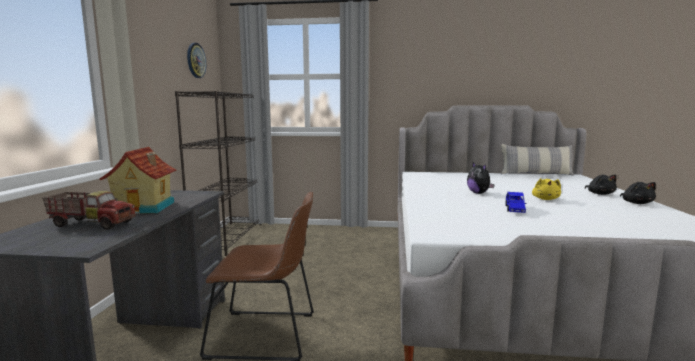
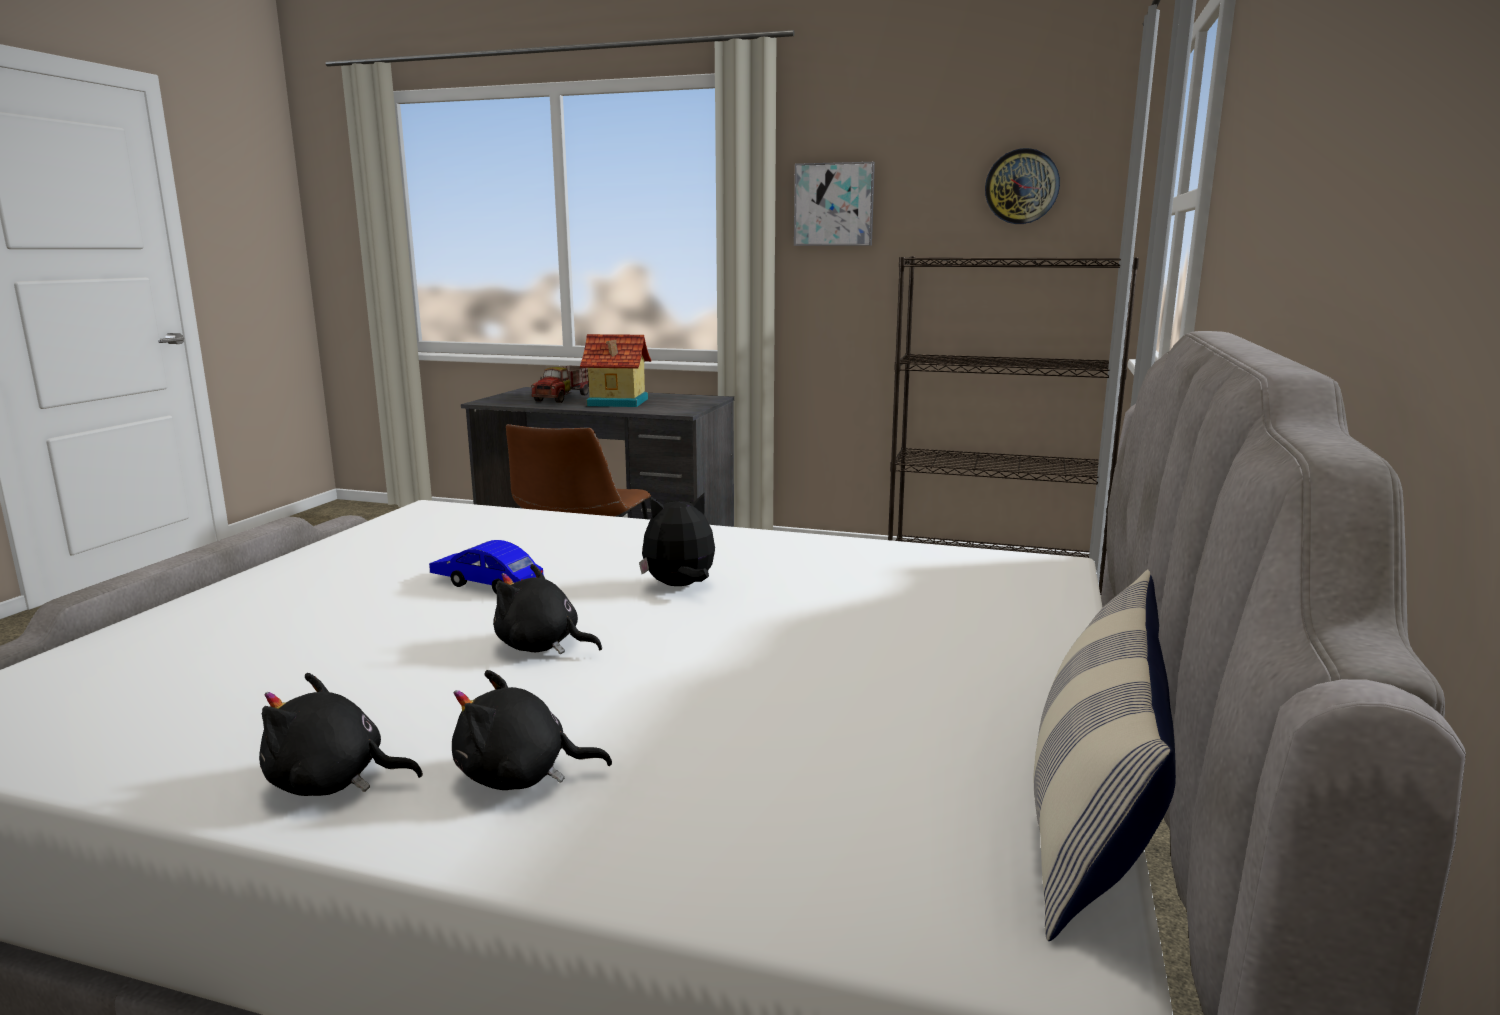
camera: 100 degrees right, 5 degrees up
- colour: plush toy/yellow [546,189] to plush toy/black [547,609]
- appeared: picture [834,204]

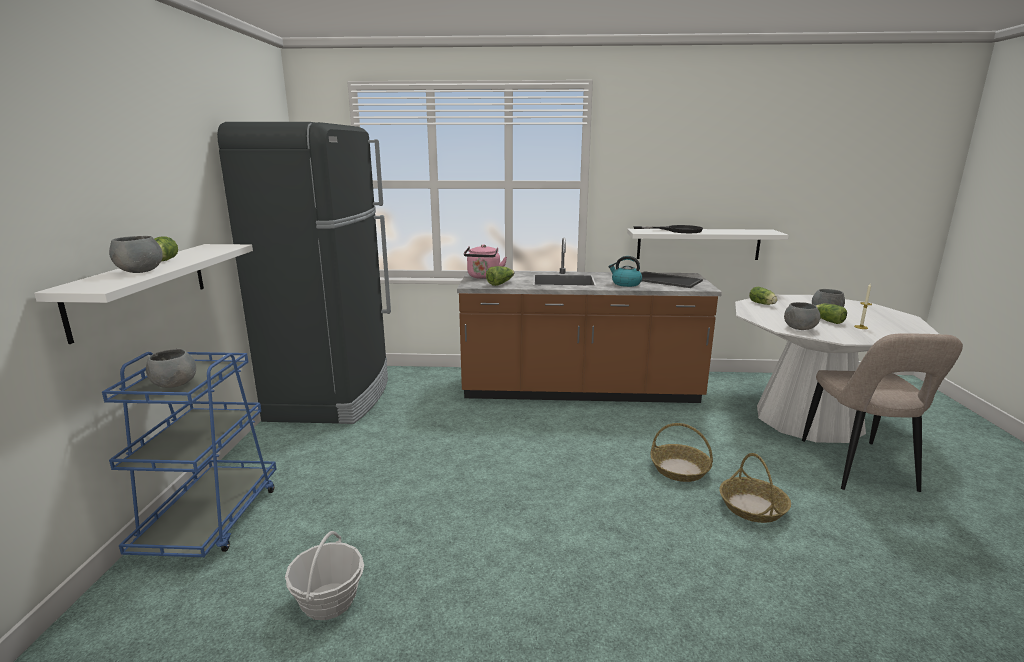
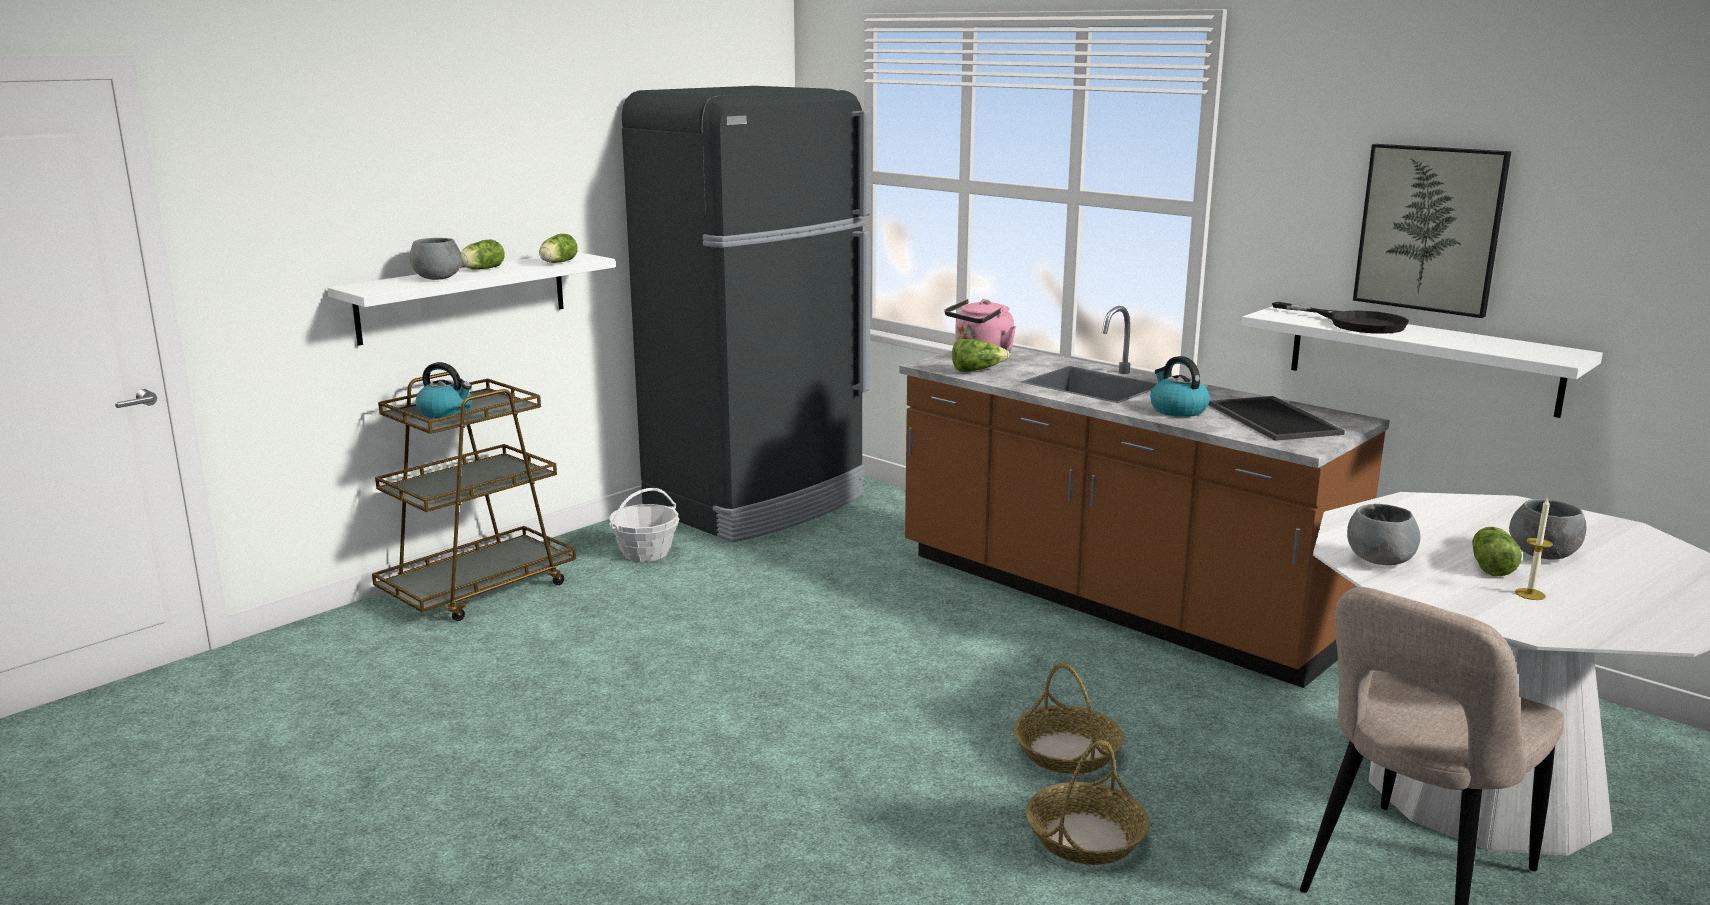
camera: 40 degrees right, 0 degrees up
- colour: cart/blue [189,454] to cart/brown [474,496]
- exchanged: bowl/grey [171,368] to kettle [444,390]
- relocated: basket [324,575] to [644,525]
- relocated: lettuce [763,296] to [558,248]
- appeared: picture [1432,231]

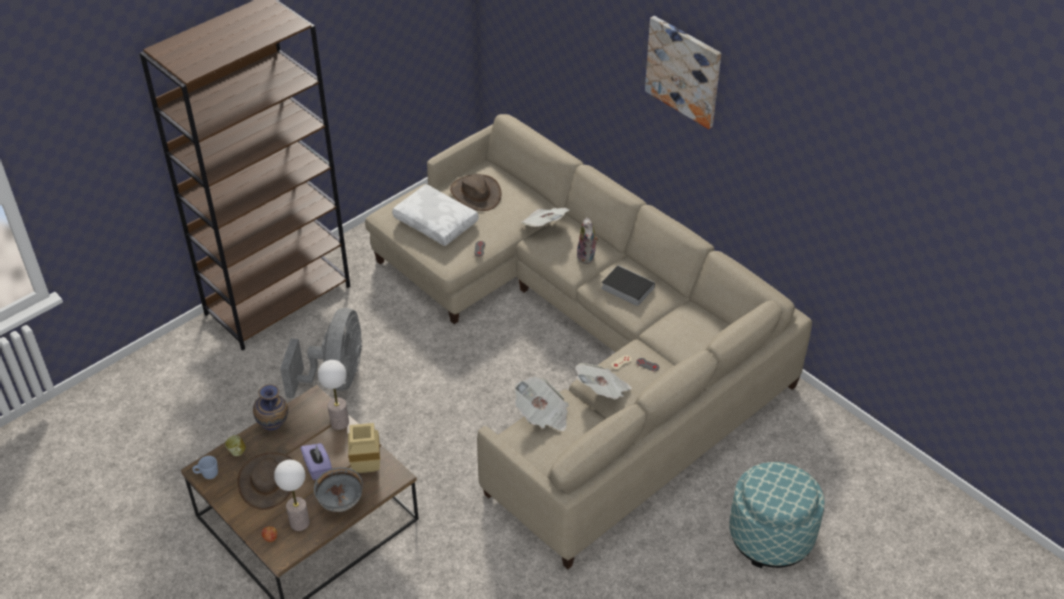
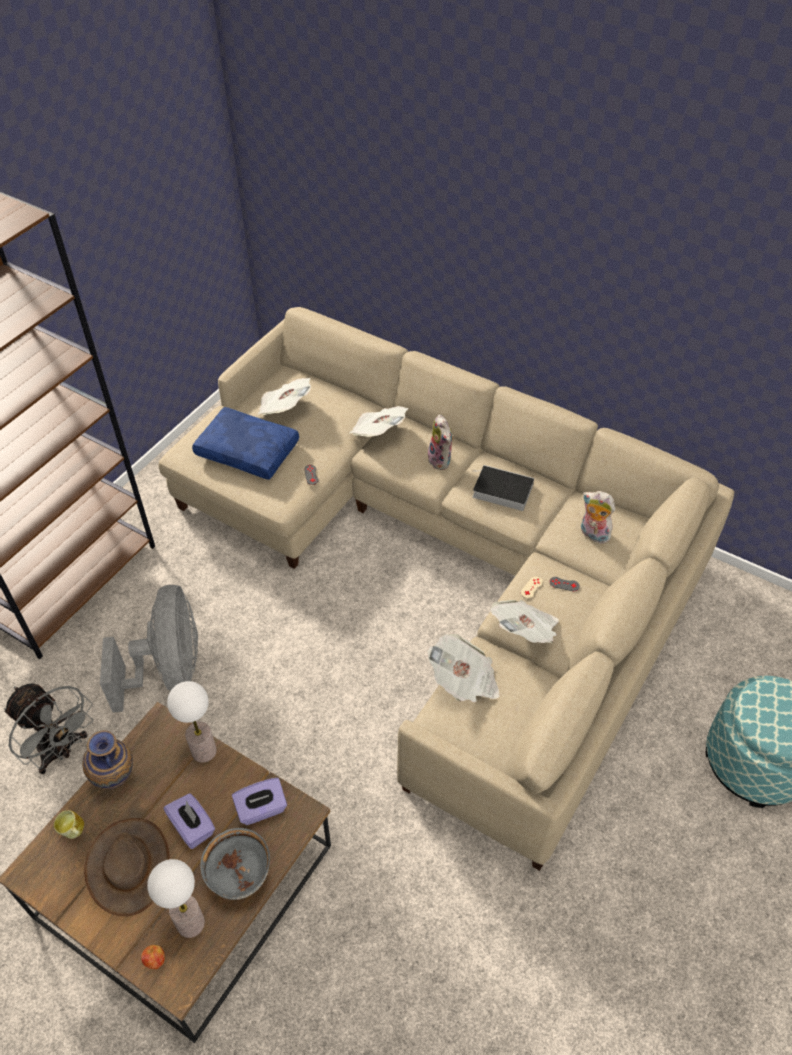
camera: 15 degrees left, 5 degrees up
- missing: mug/blue [205,467]
- exchanged: vase/beige [364,448] to tissue box/purple [259,801]
- colour: pillow/white [435,215] to pillow/blue [245,443]
- exchanged: hat/brown [475,192] to newspaper [284,396]
- missing: picture [683,72]
- appeared: fan/grey [48,729]
- appeared: plush toy [598,517]

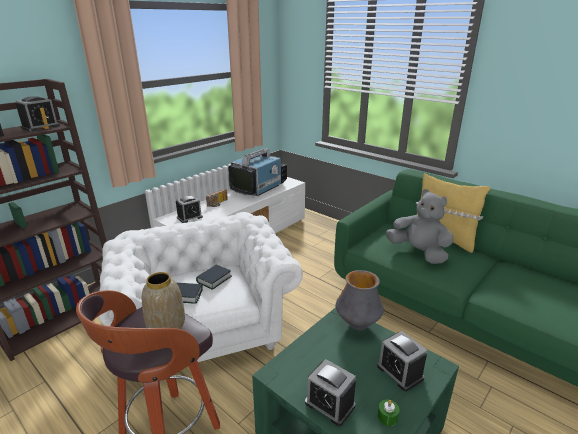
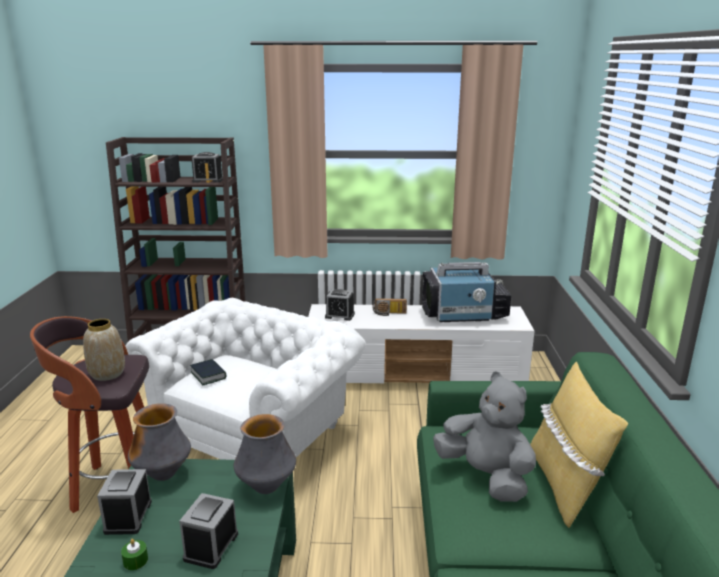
camera: 50 degrees right, 5 degrees down
- missing: book [214,277]
- spun: plush toy/grey [420,226] = [484,436] 45 degrees counterclockwise
- appeared: vase [159,442]

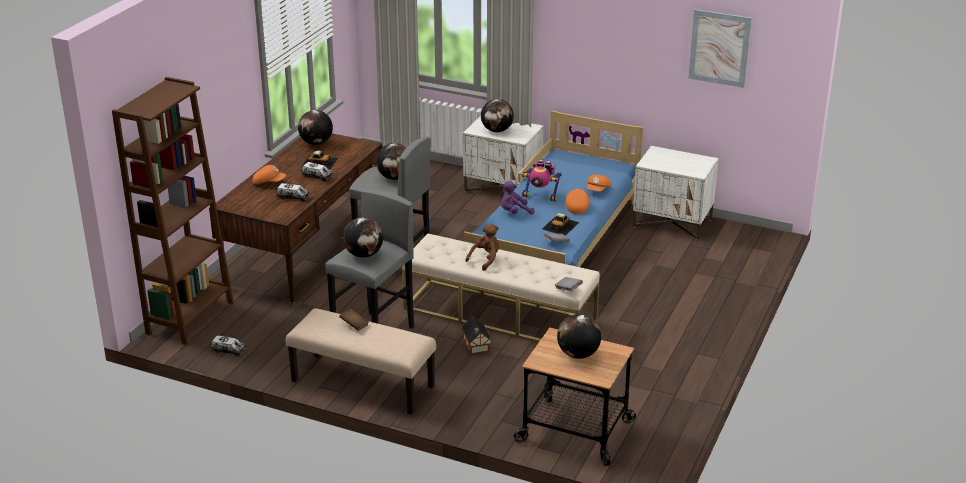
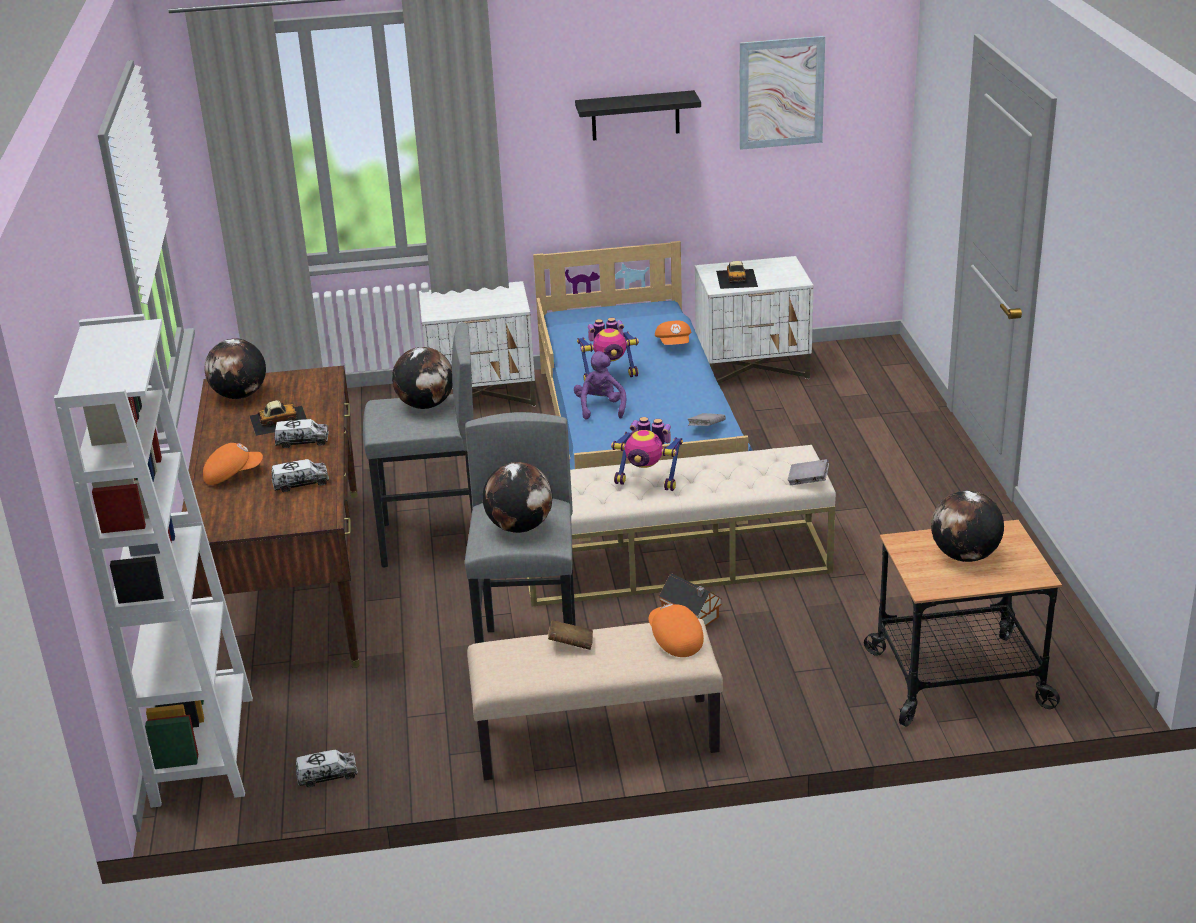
camera: 30 degrees left, 0 degrees up
- colour: bookcase/brown [173,211] to bookcase/white [153,561]
- exchanged: plush toy/brown [482,247] to toy robot [647,454]
- missing: globe [497,115]
- spun: plush toy/purple [517,198] = [600,385] 135 degrees clockwise
- relocated: toy car [560,224] to [737,275]
- relocated: cap/orange [577,201] to [676,630]
- appeared: shelf/black [638,115]

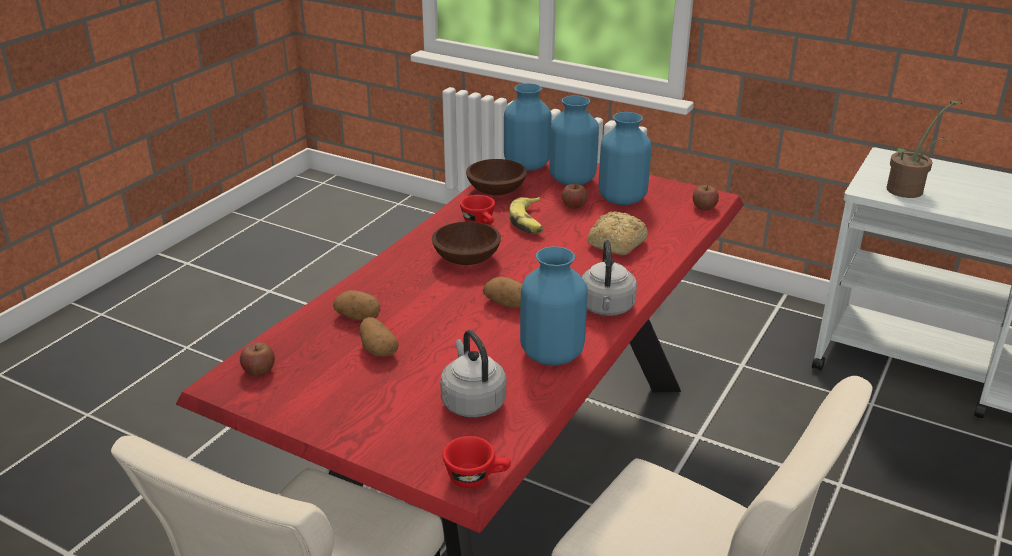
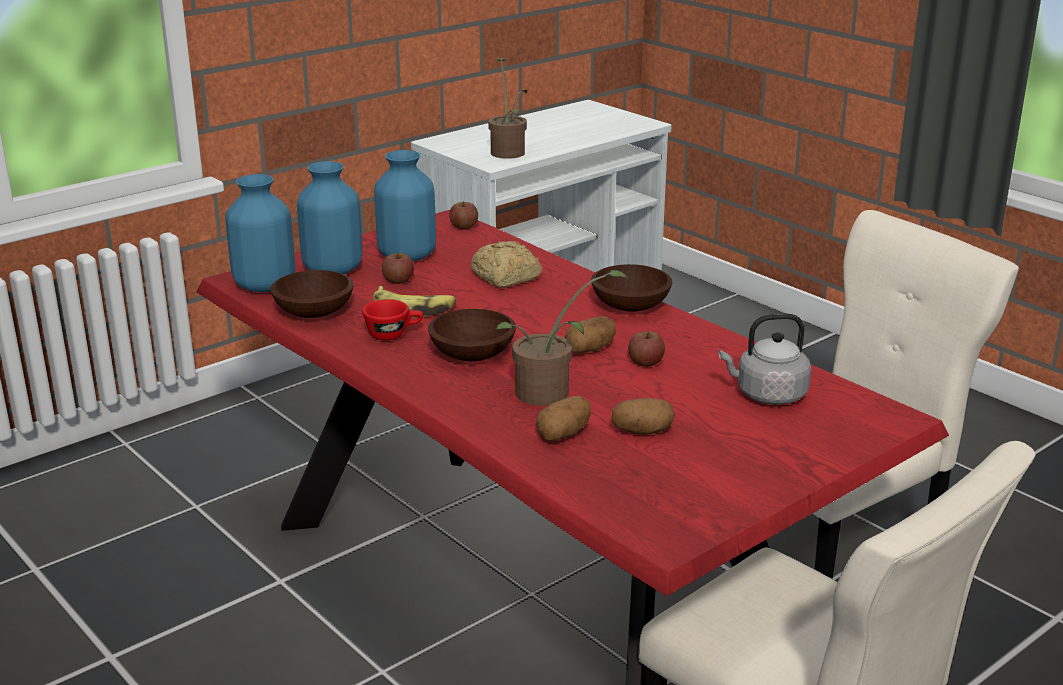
camera: 70 degrees left, 5 degrees down
- relocated: apple [257,359] to [646,349]
- missing: cup/red [476,462]
- missing: vase/blue [554,306]
- exchanged: kettle/grey [609,278] to bowl/brown [631,288]
- appeared: potted plant [562,338]

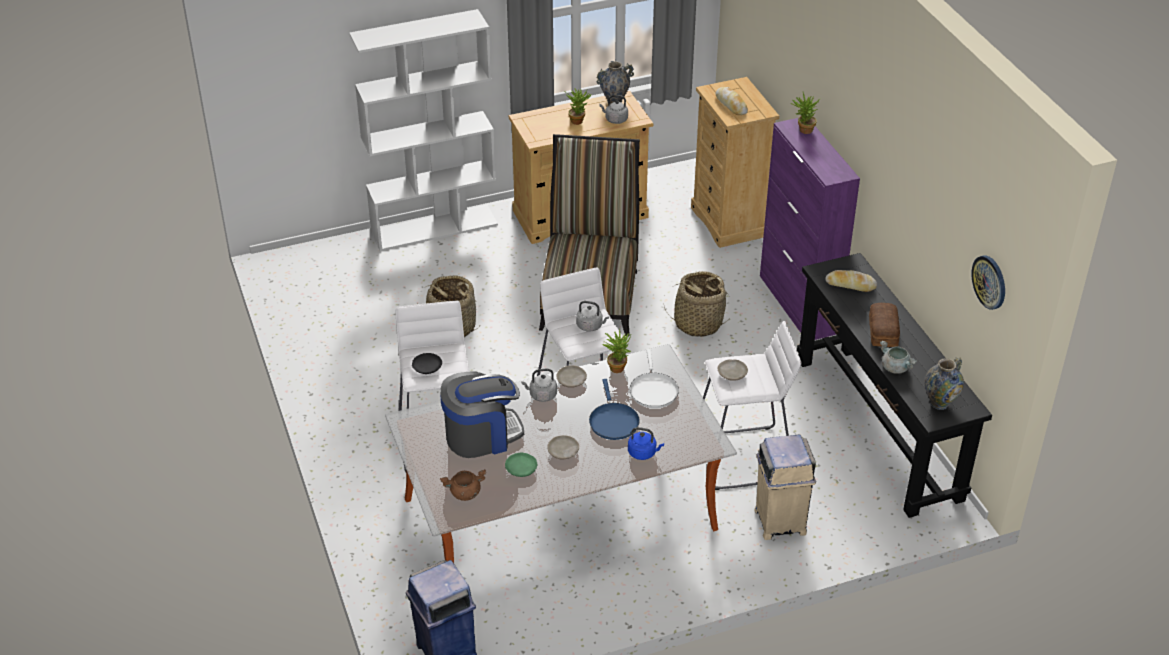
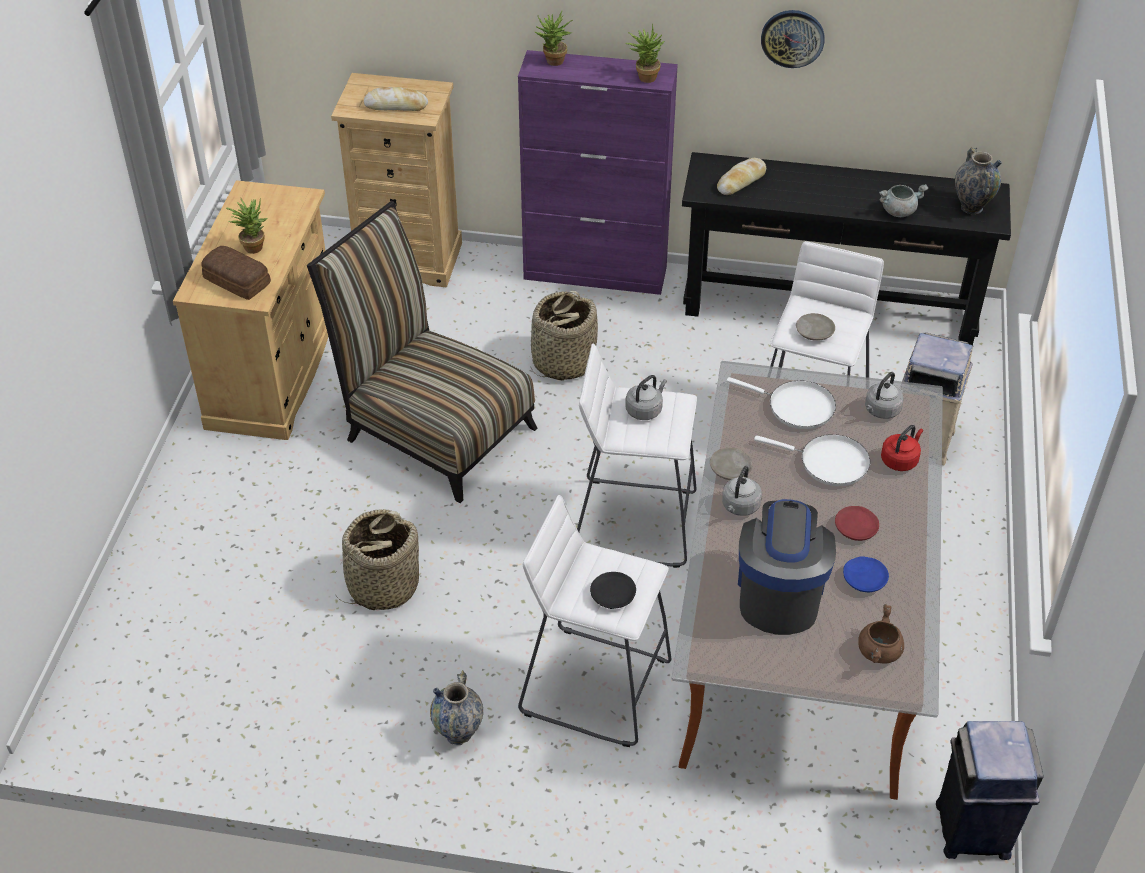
camera: 60 degrees left, 5 degrees up
- missing: bookcase/white [423,130]
- colour: plate/green [521,464] to plate/blue [866,574]
- colour: plate/beige [563,447] to plate/red [857,523]
- colour: frying pan/blue [614,409] to frying pan/white [812,460]
- relocated: vase [615,82] to [456,707]
- relocated: kettle/grey [613,109] to [884,395]
- relocated: potted plant [616,351] to [644,53]
- colour: kettle/blue [646,443] to kettle/red [902,448]
- relocated: bread [884,325] to [236,273]
- relocated: wall clock [988,282] to [793,39]

